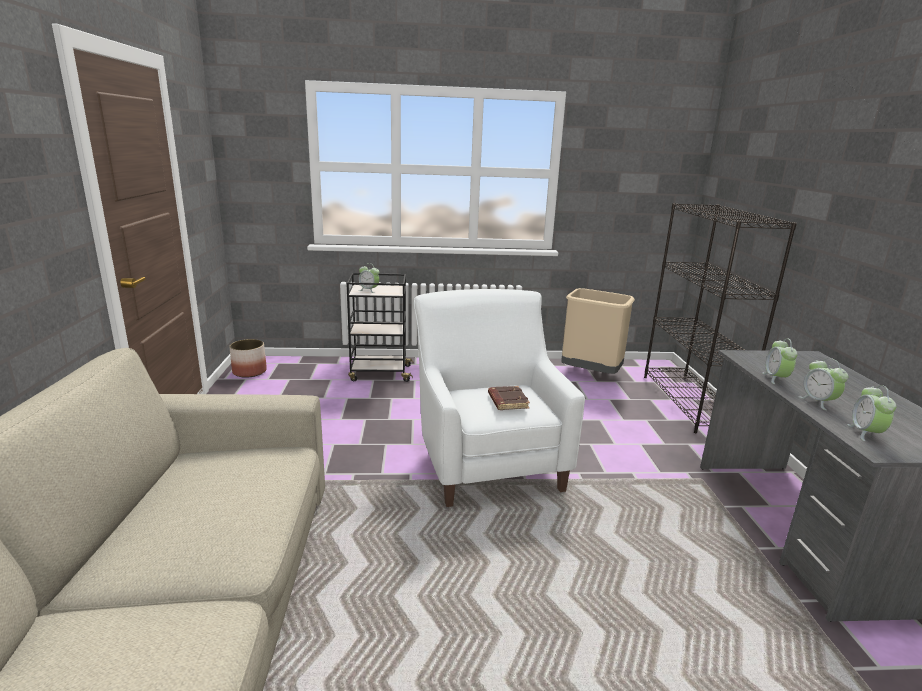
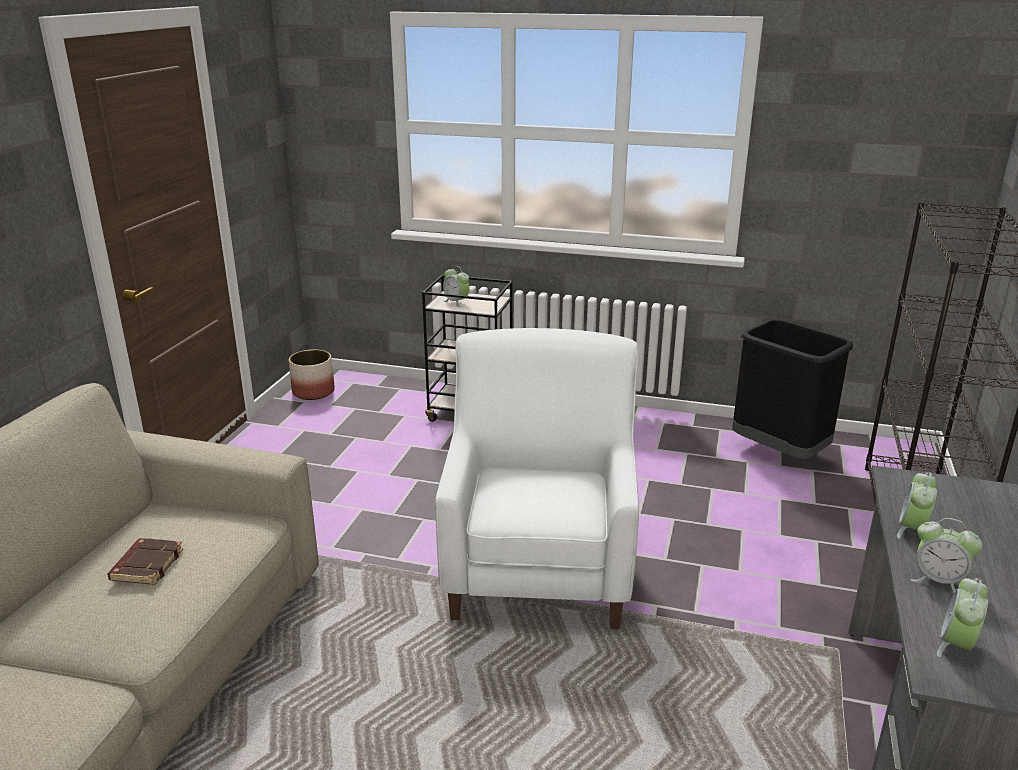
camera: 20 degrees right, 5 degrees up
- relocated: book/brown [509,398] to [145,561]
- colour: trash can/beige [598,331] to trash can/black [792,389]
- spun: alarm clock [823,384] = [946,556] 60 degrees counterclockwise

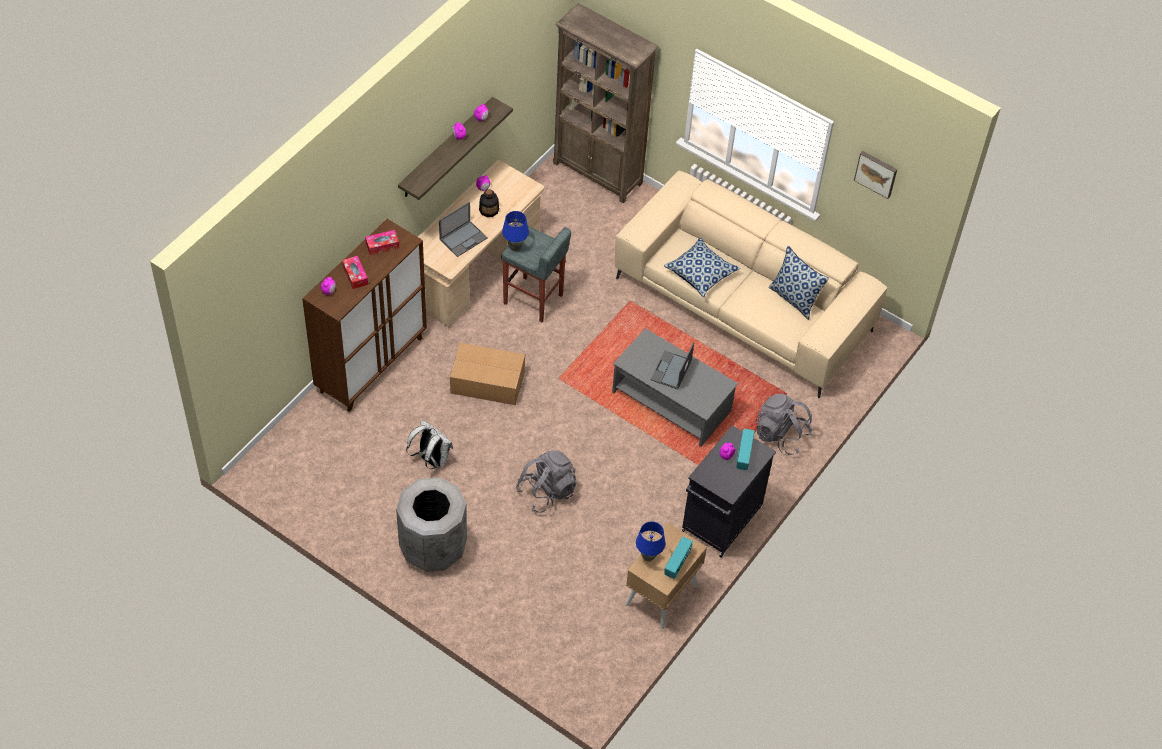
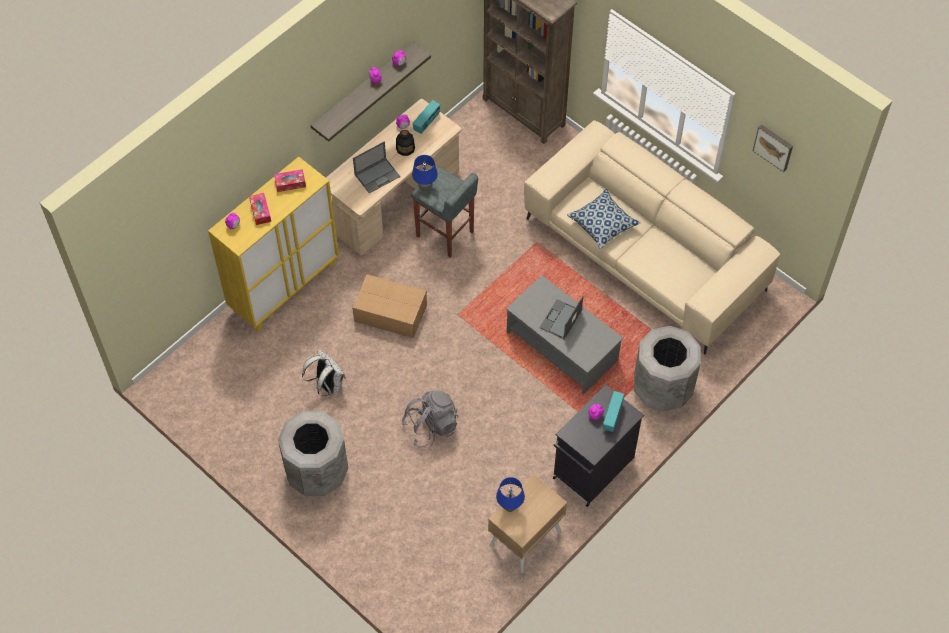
camera: 10 degrees right, 5 degrees up
- colour: cabinet/brown [364,315] to cabinet/yellow [273,244]
- relocated: radio [678,558] to [426,117]
- exchanged: backpack/grey [784,424] to trash can/grey [667,369]
- missing: pillow [799,283]

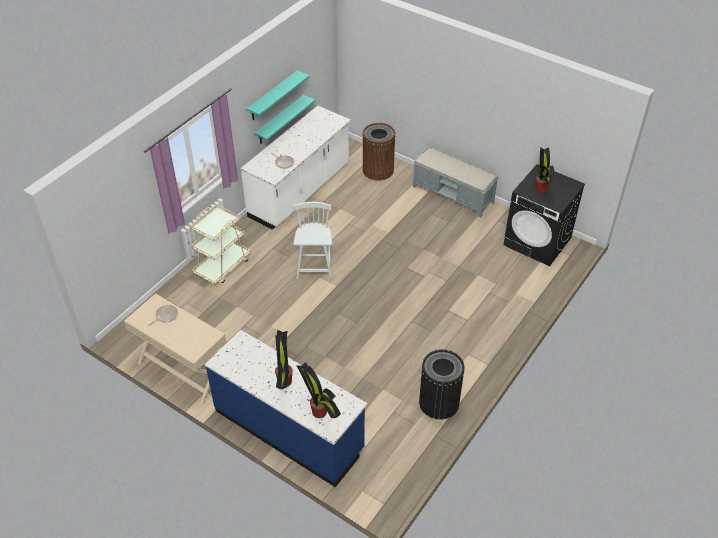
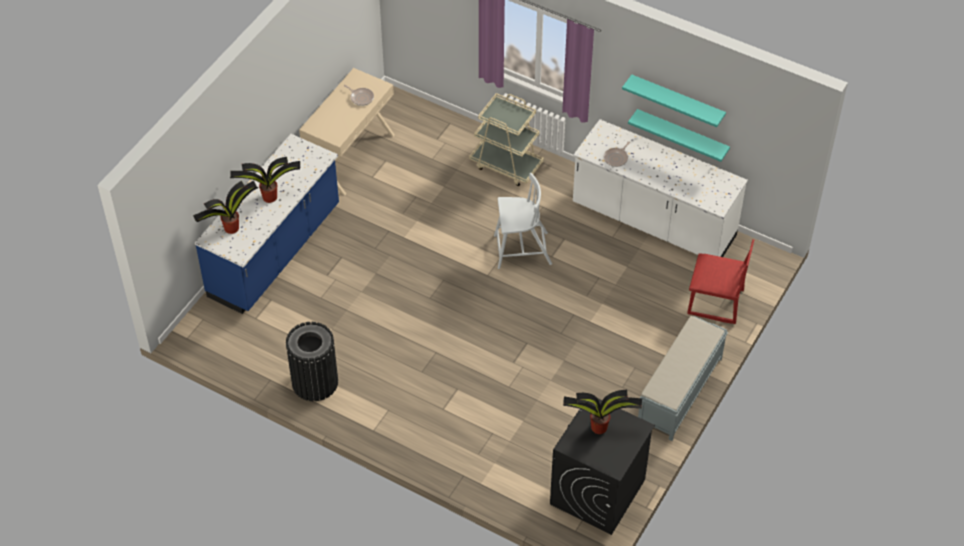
camera: 85 degrees right, 5 degrees up
- exchanged: trash can/brown [379,152] to chair/red [720,281]

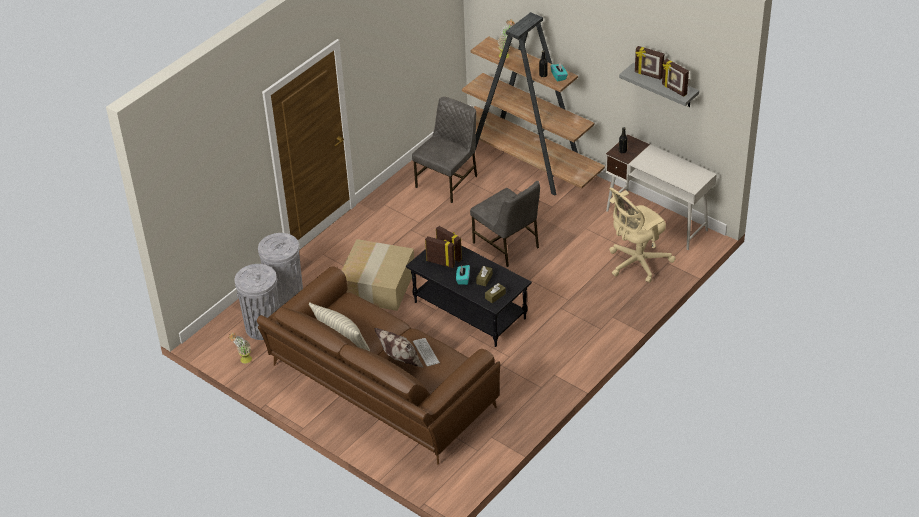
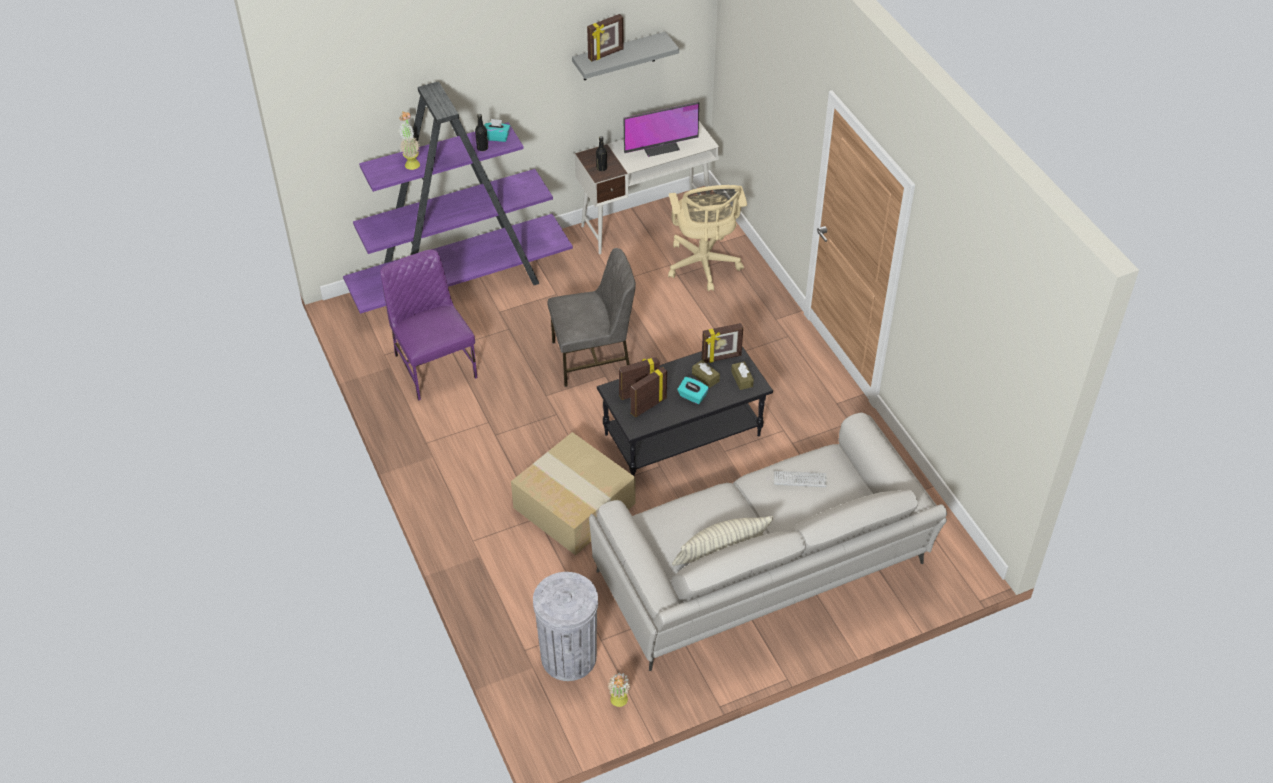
camera: 65 degrees left, 5 degrees up
- colour: sofa/brown [378,365] to sofa/grey [768,542]
- missing: trash can/grey [280,270]
- missing: pillow [399,348]
- colour: chair/grey [444,150] to chair/purple [429,325]
- colour: bookcase/brown [533,103] to bookcase/purple [458,197]
- relocated: picture frame [675,78] to [722,343]
- appeared: monitor [661,129]

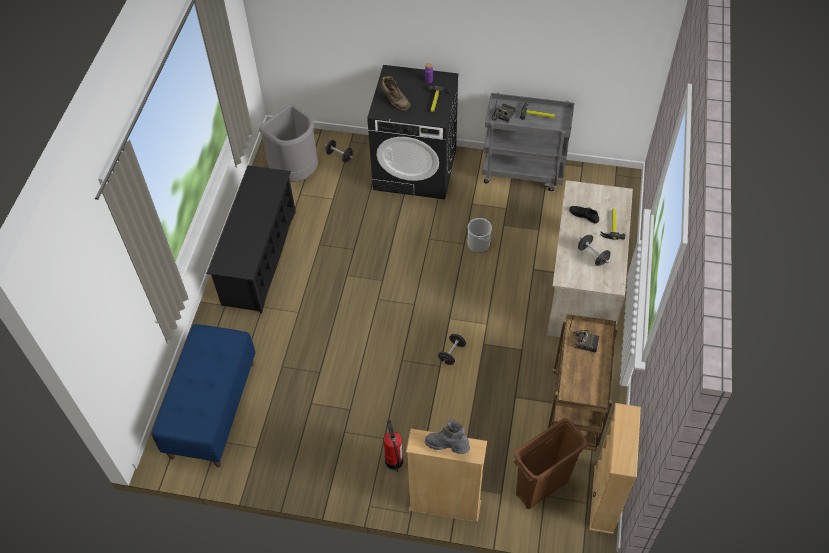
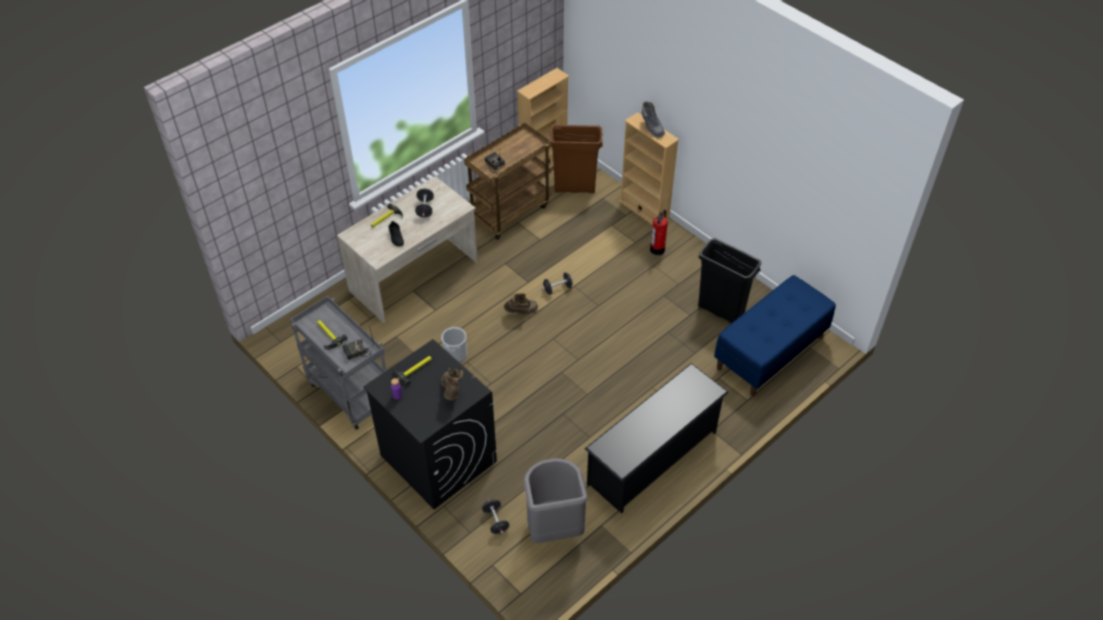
camera: 145 degrees left, 5 degrees down
- appeared: boot/brown [521,304]
- appeared: trash can/black [729,280]

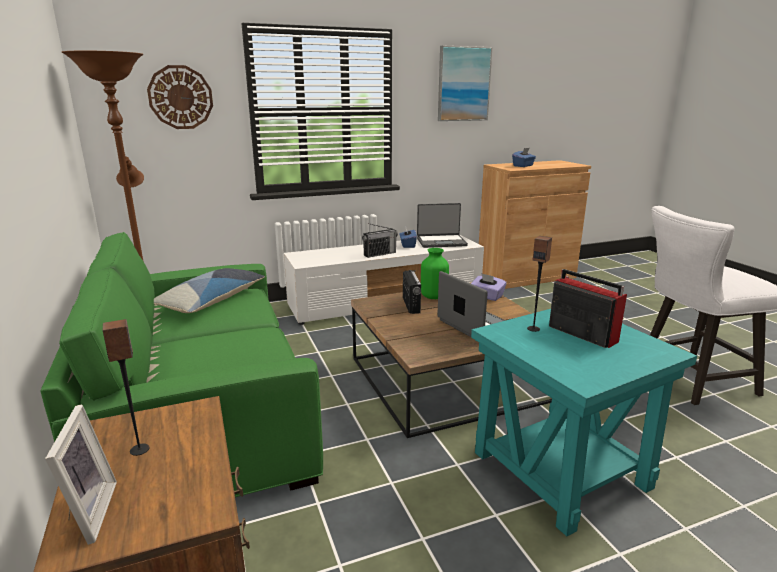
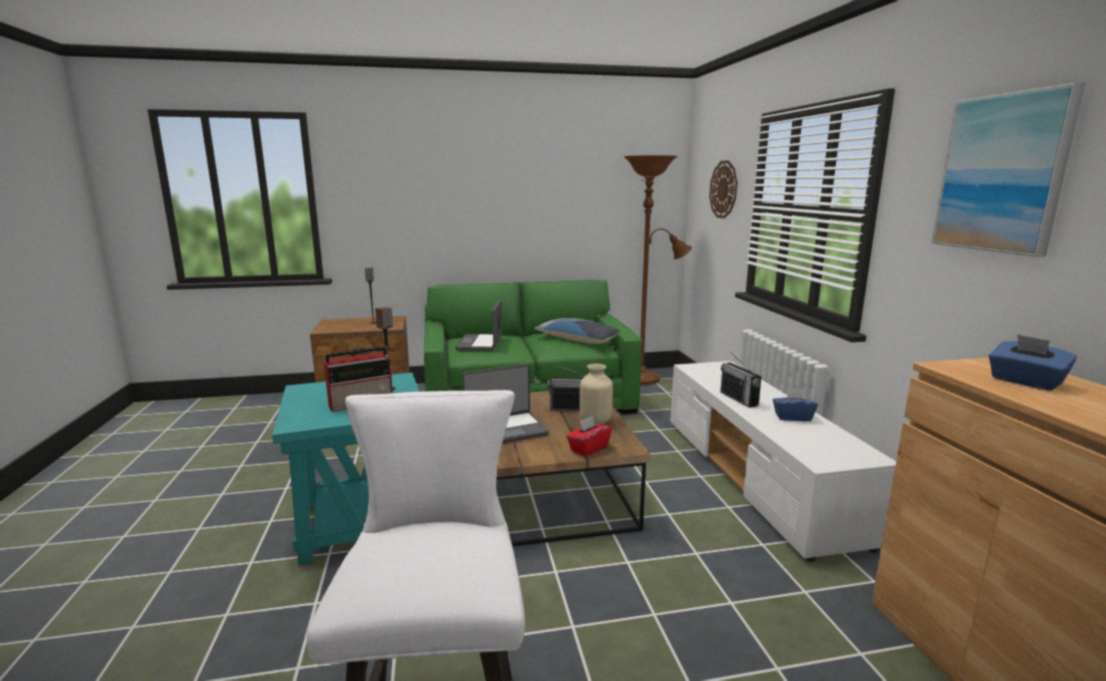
camera: 100 degrees right, 5 degrees down
- missing: picture frame [81,475]
- relocated: laptop [442,225] to [478,325]
- colour: vase/green [435,273] to vase/beige [596,393]
- colour: tissue box/purple [489,287] to tissue box/red [589,436]

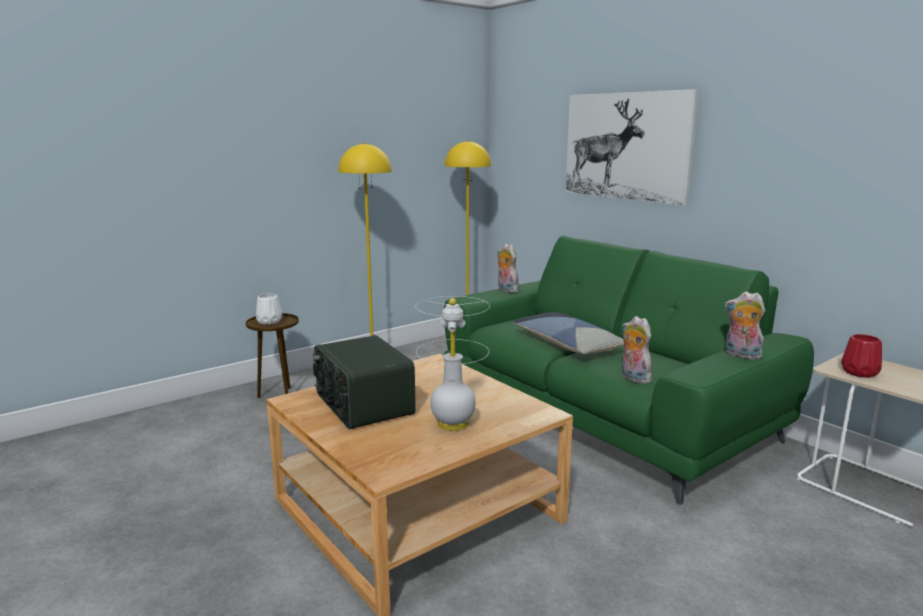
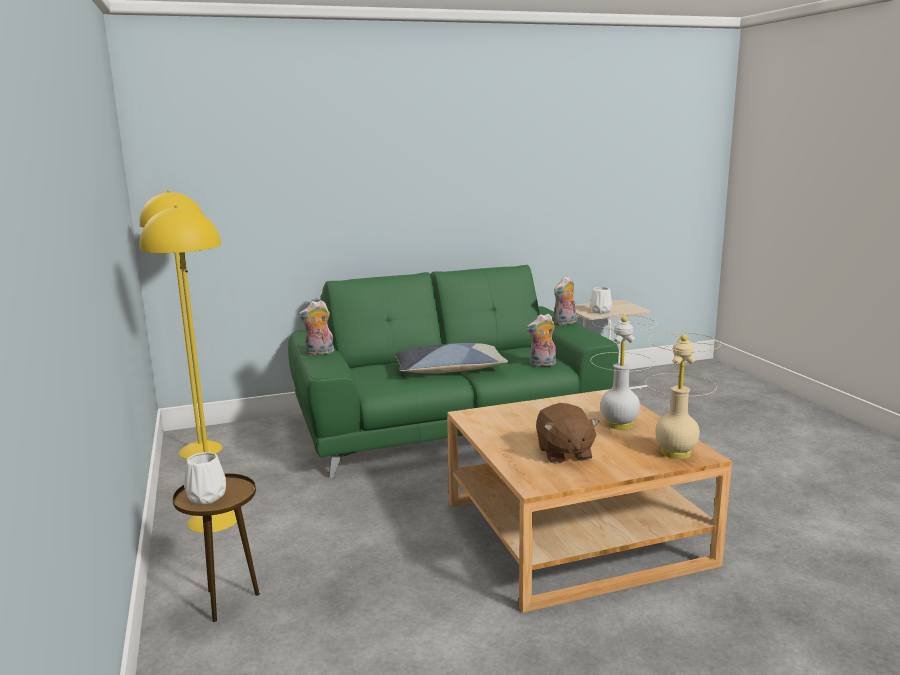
camera: 70 degrees left, 0 degrees up
- exchanged: radio [364,382] to plush toy/brown [567,433]
- missing: picture [632,147]
- colour: vase/red [861,356] to vase/white [601,300]
- appeared: table lamp/beige [683,395]

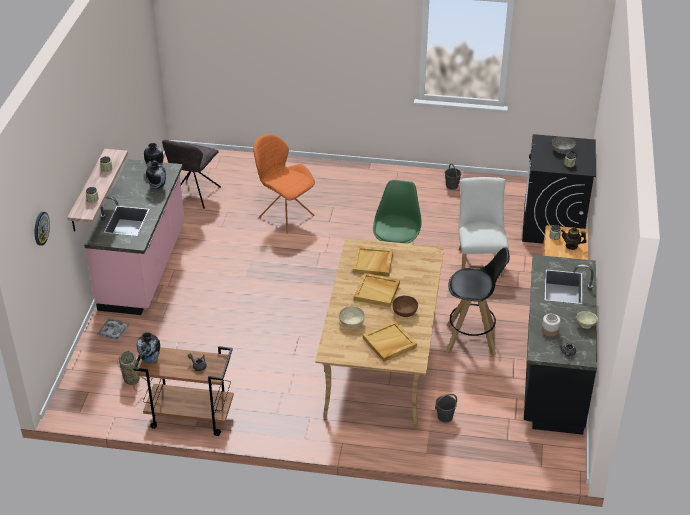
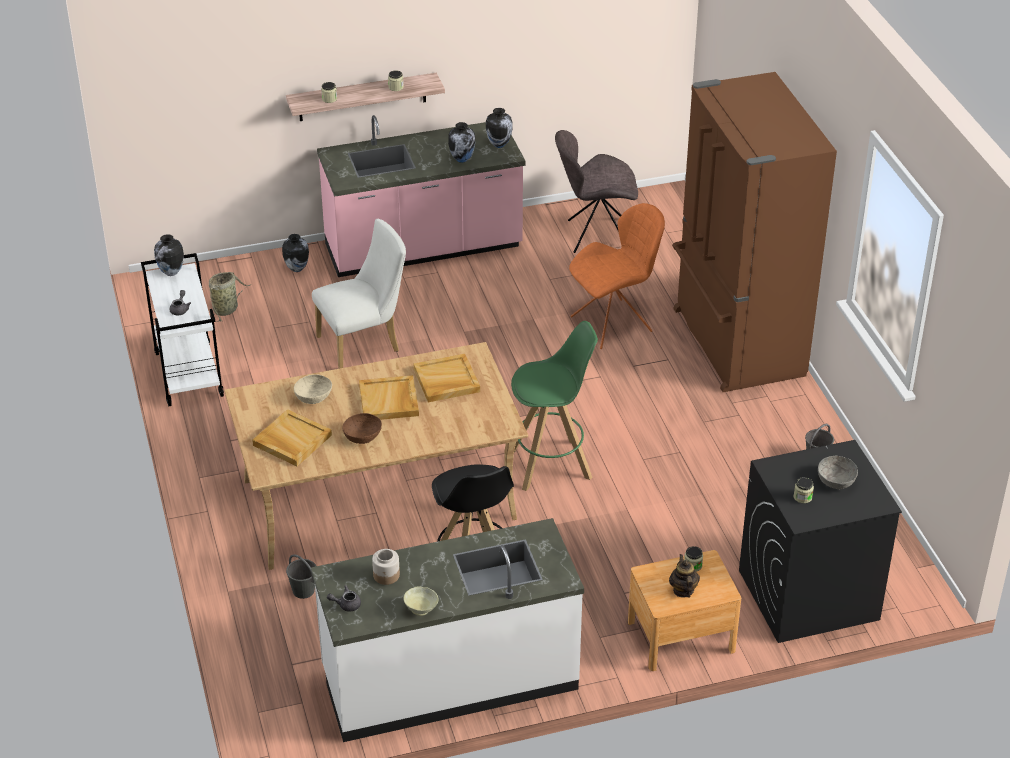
camera: 65 degrees right, 0 degrees up
- missing: wall clock [42,229]
- exchanged: tray [113,329] to vase [295,253]
- colour: cart/brown [183,388] to cart/white [182,329]
- spun: chair/orange [284,184] = [617,276] 45 degrees clockwise
- relocated: chair/white [483,227] to [359,294]
- colour: counter/black [560,345] to counter/white [447,630]
- appeared: fridge/brown [754,232]

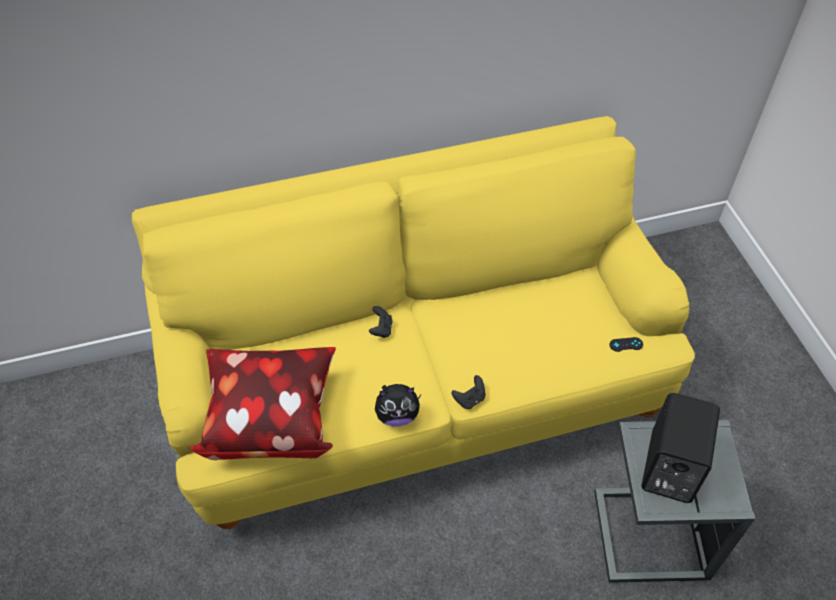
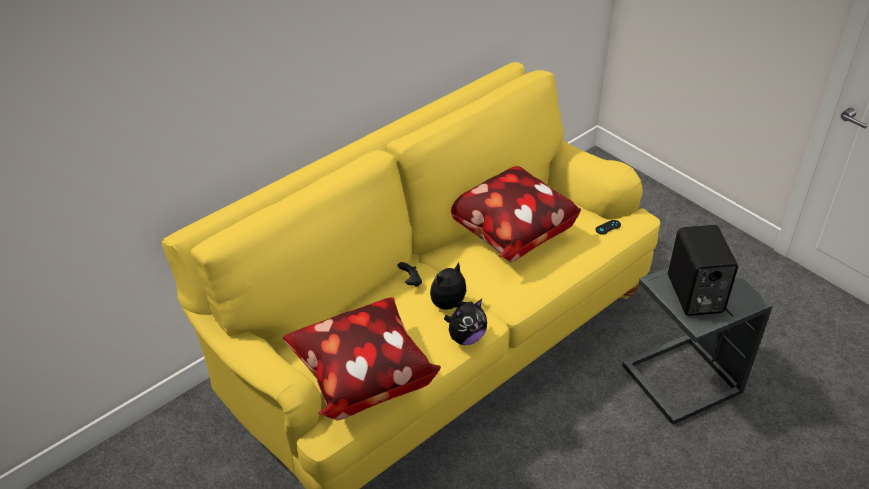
camera: 25 degrees left, 10 degrees down
- missing: game controller/black [469,392]
- appeared: plush toy [451,287]
- appeared: pillow [516,214]

